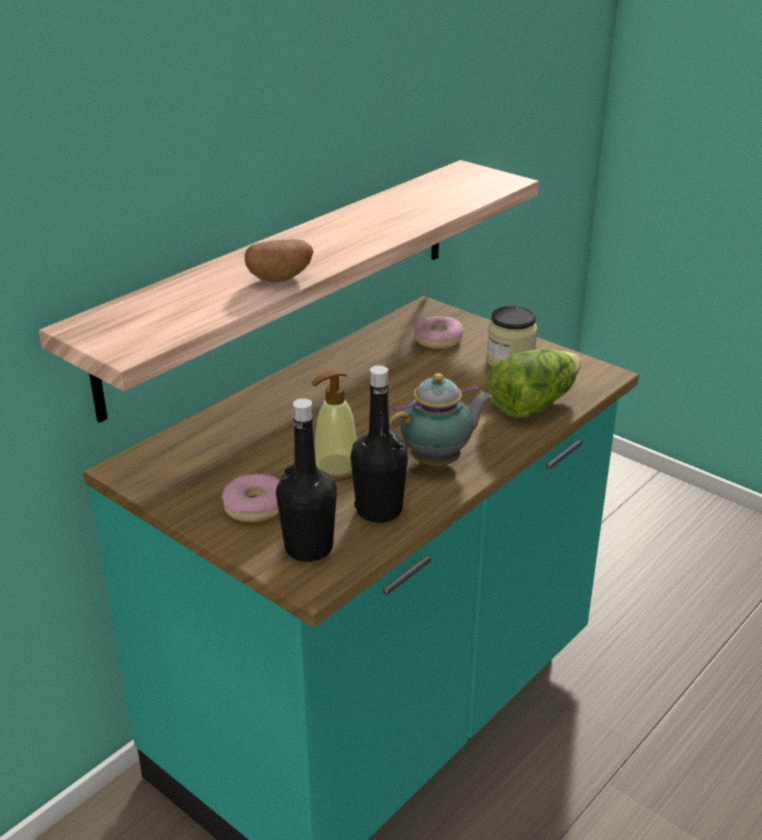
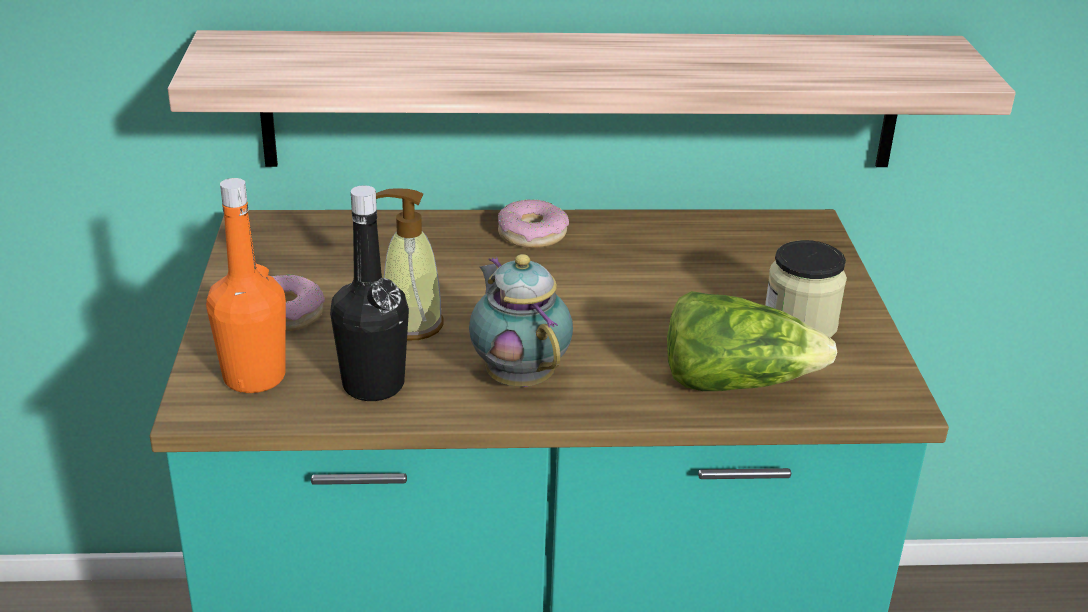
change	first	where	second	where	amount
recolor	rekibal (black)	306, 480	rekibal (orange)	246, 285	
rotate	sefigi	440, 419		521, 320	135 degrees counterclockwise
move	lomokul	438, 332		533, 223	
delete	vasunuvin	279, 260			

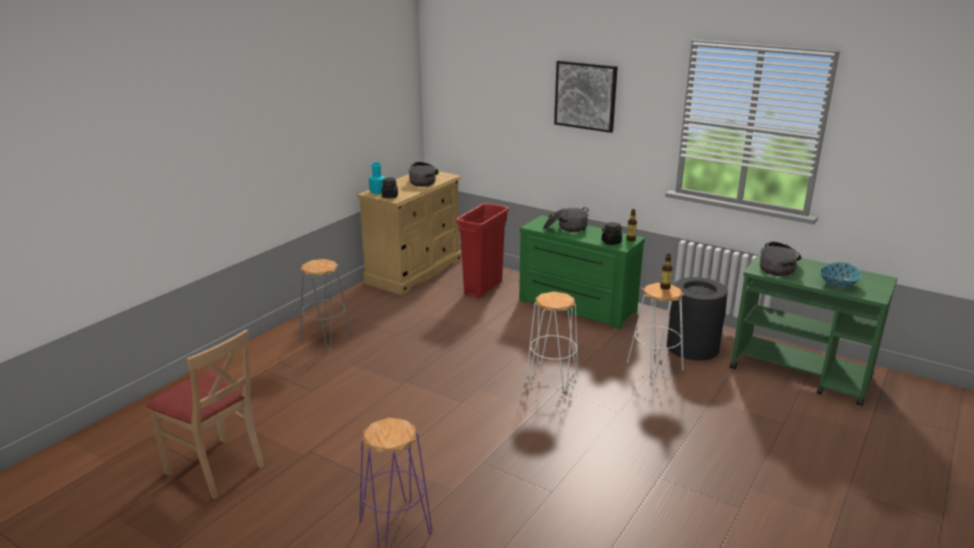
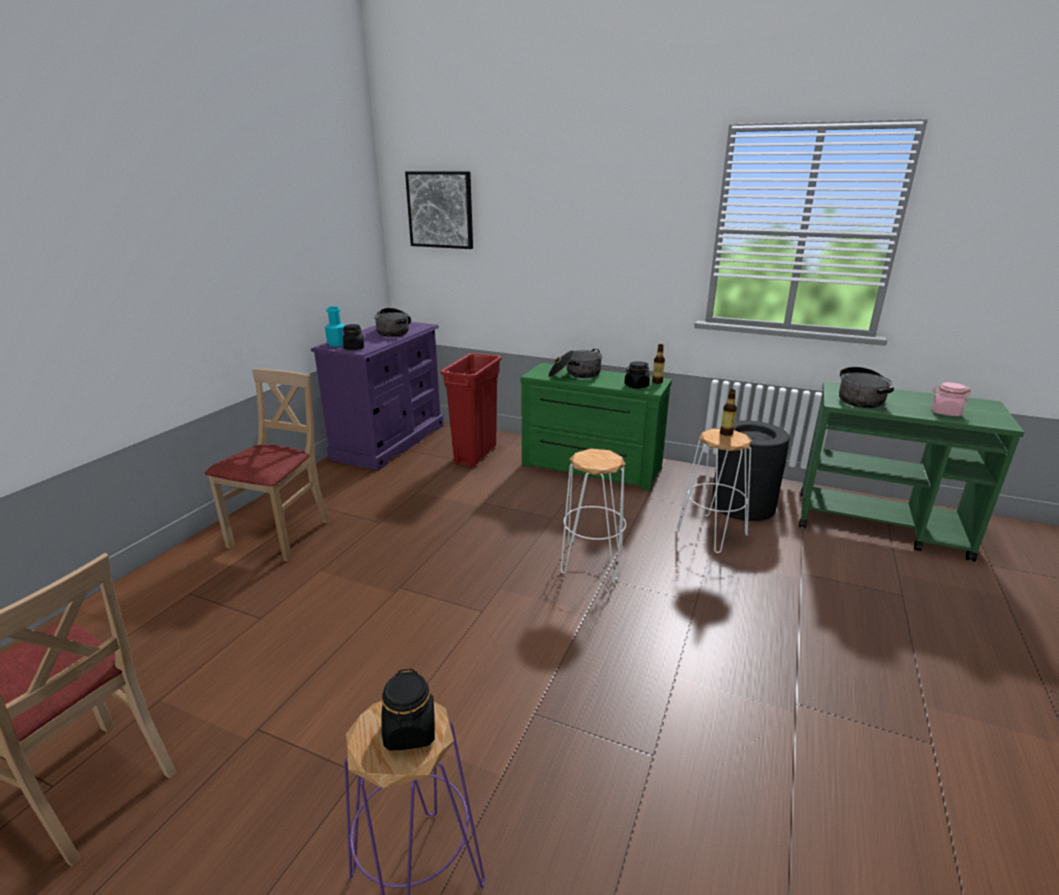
change	first	where	second	where	amount
replace	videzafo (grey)	326, 304	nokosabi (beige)	267, 465	
recolor	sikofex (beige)	409, 233	sikofex (purple)	377, 396	
insert			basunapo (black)	408, 710	
move	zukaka	586, 96		439, 210	
replace	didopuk	840, 275	basunapo (pink)	951, 399	

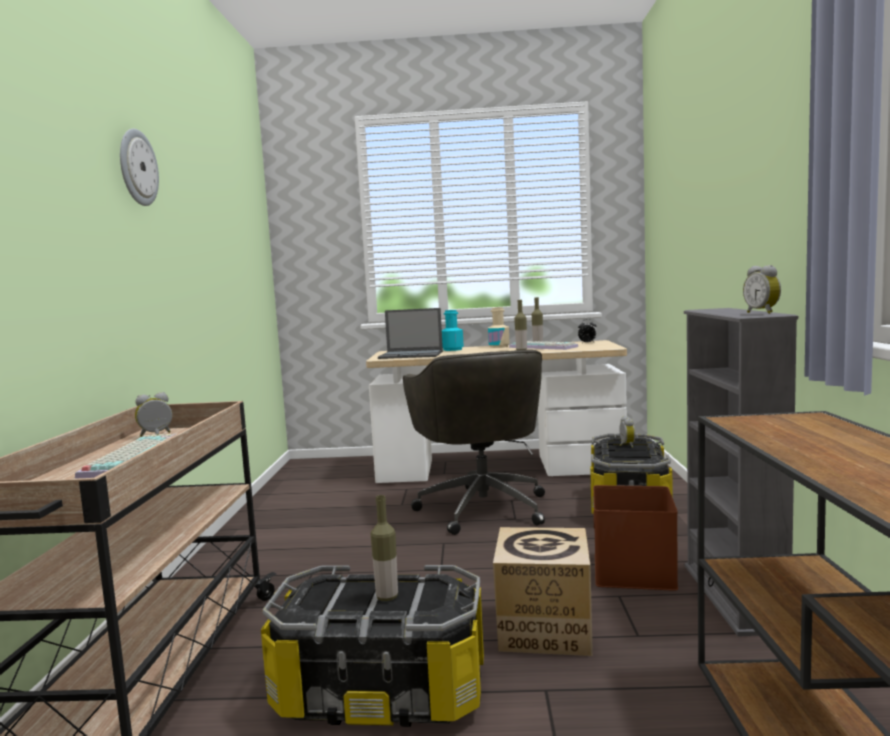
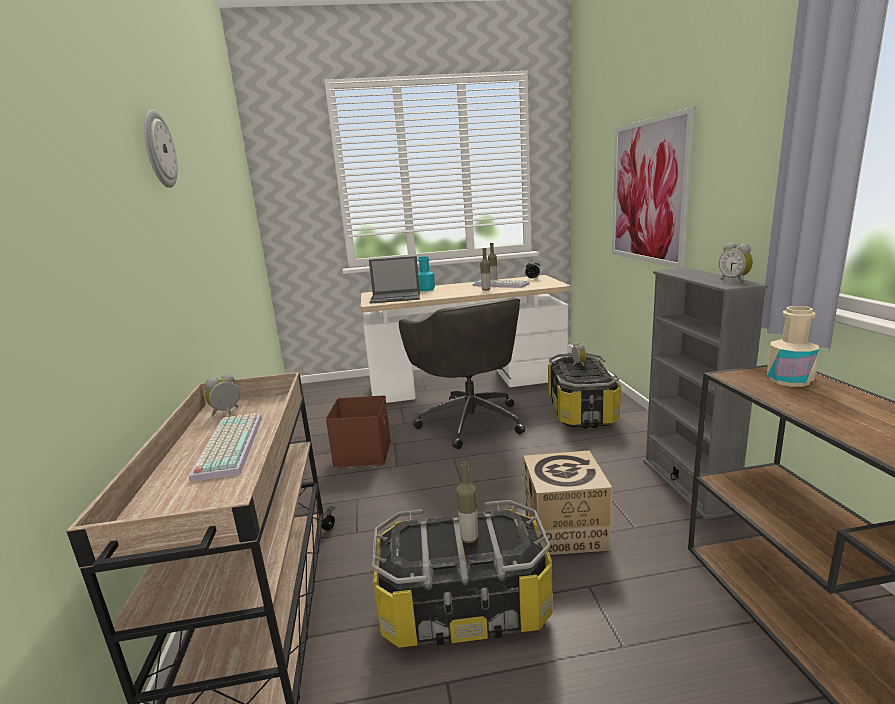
change	first	where	second	where	amount
move	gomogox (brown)	635, 538		358, 431	
insert			zukaka	653, 187	
move	rekibal (beige)	499, 327		793, 346	

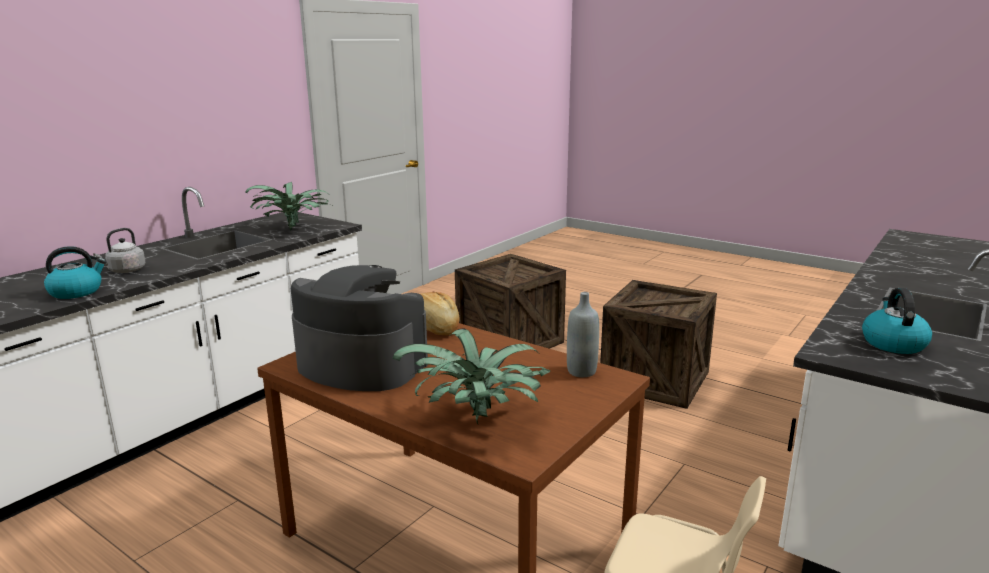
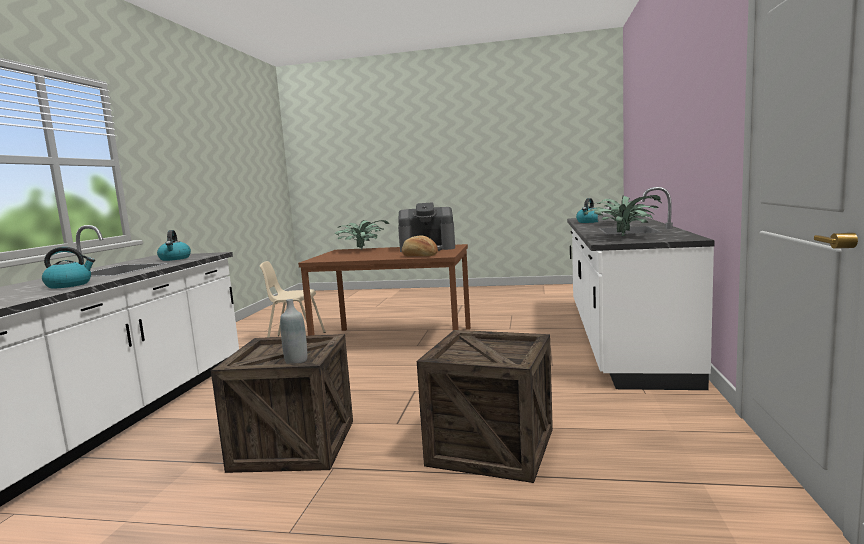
change	first	where	second	where	amount
insert			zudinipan	68, 268	
move	rekibal (grey)	583, 334		293, 331	

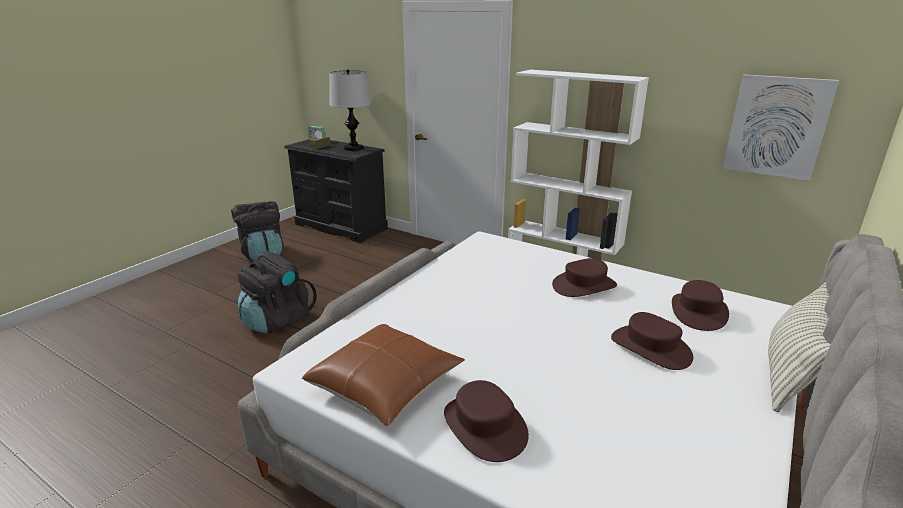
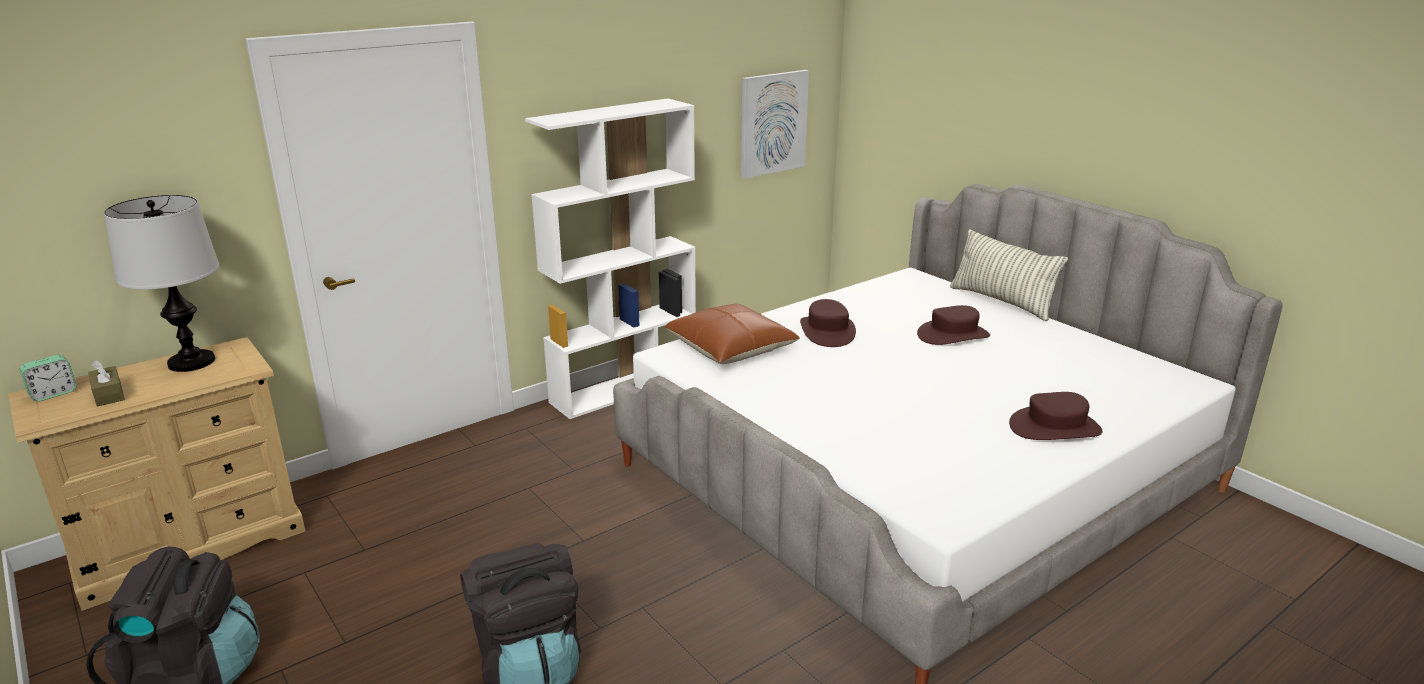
change	first	where	second	where	amount
recolor	sikofex (black)	336, 191	sikofex (beige)	156, 474	
move	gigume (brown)	383, 375		732, 334	
delete	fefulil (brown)	700, 305			

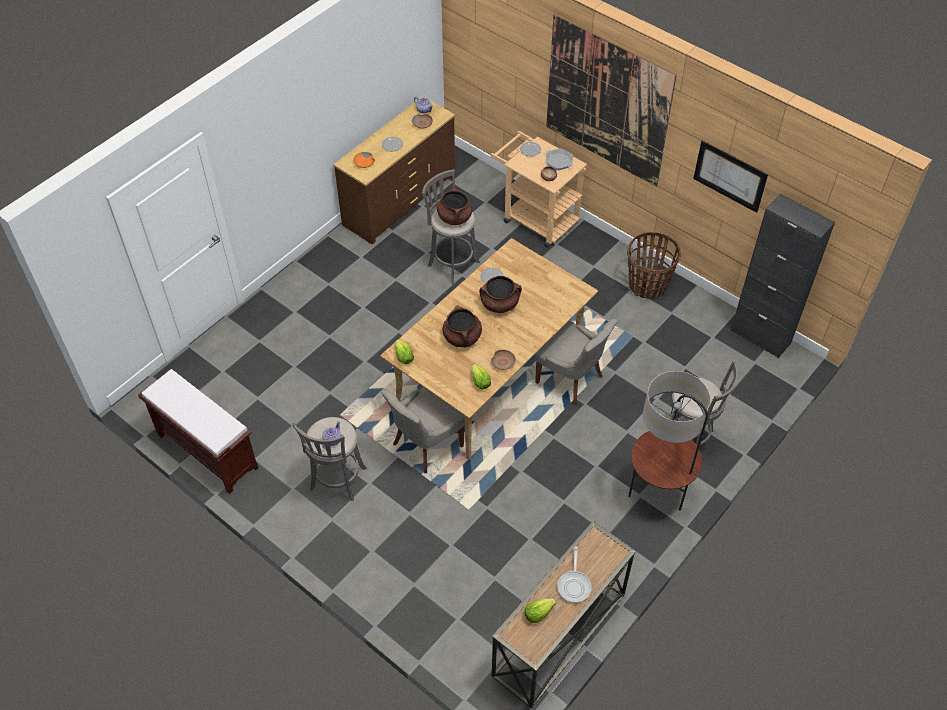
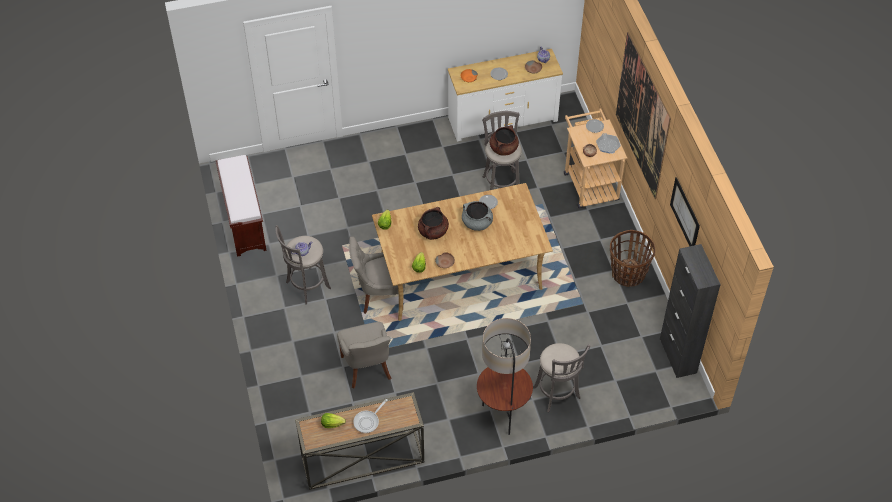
change	first	where	second	where	amount
move	nokosabi (grey)	576, 361		364, 355	
recolor	sikofex (brown)	394, 170	sikofex (white)	505, 95	
recolor	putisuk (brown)	500, 294	putisuk (grey)	477, 216	

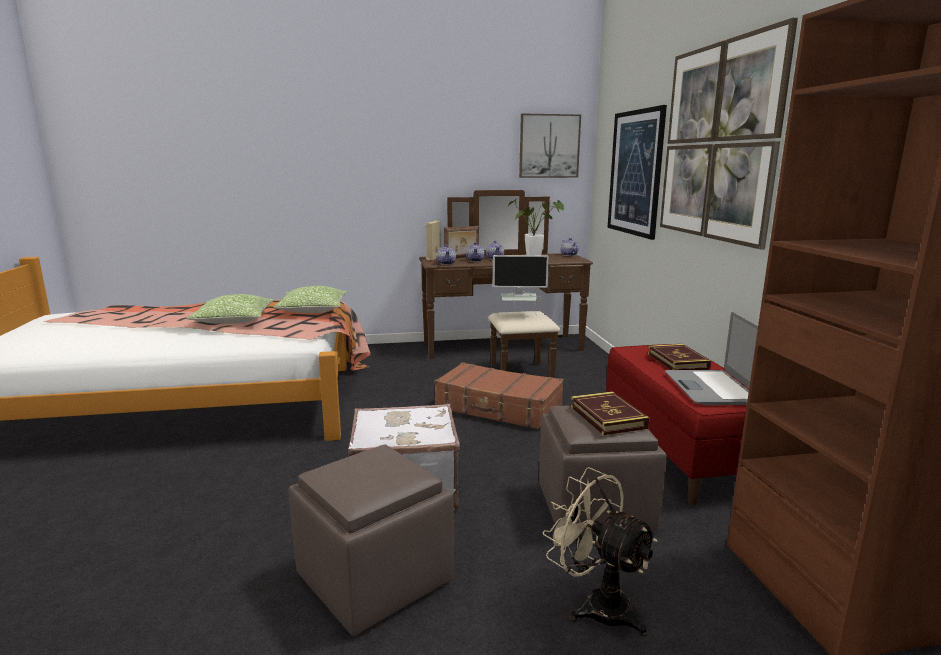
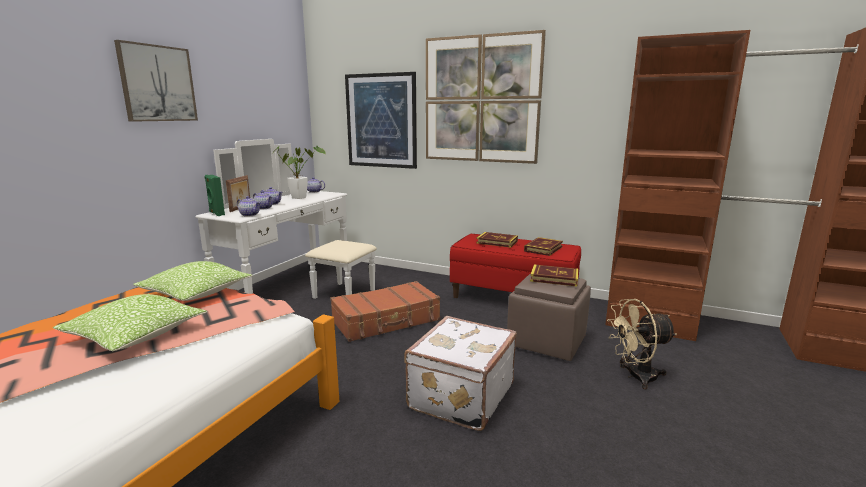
change	first	where	second	where	amount
move	zukaka	550, 145		156, 81	
recolor	sikofex (brown)	506, 284	sikofex (white)	286, 219	
recolor	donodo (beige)	433, 240	donodo (green)	214, 195	
replace	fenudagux	711, 358	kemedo	543, 246	
delete	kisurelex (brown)	371, 540			
delete	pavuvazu	521, 285			

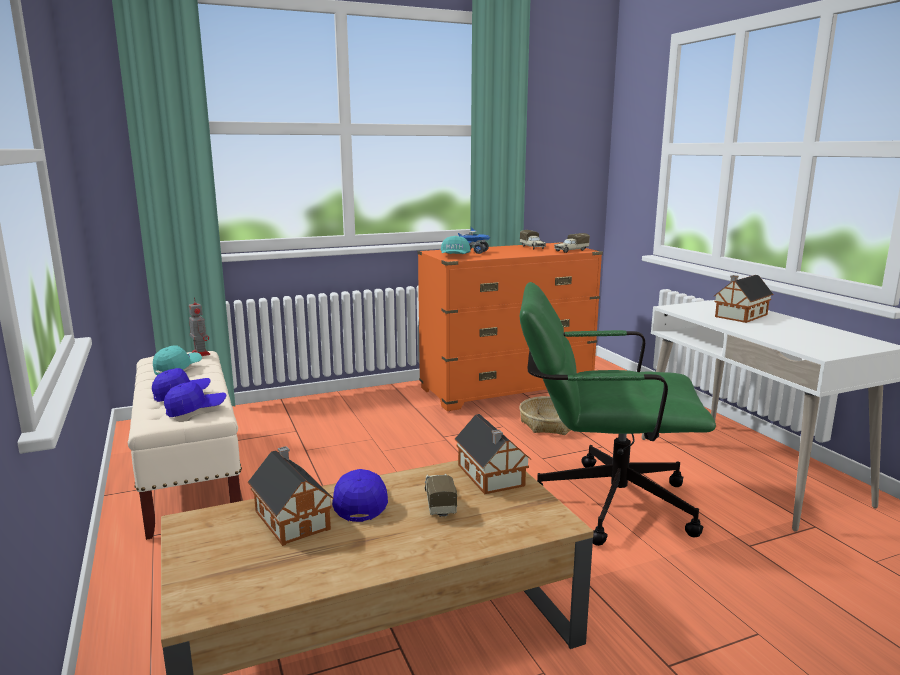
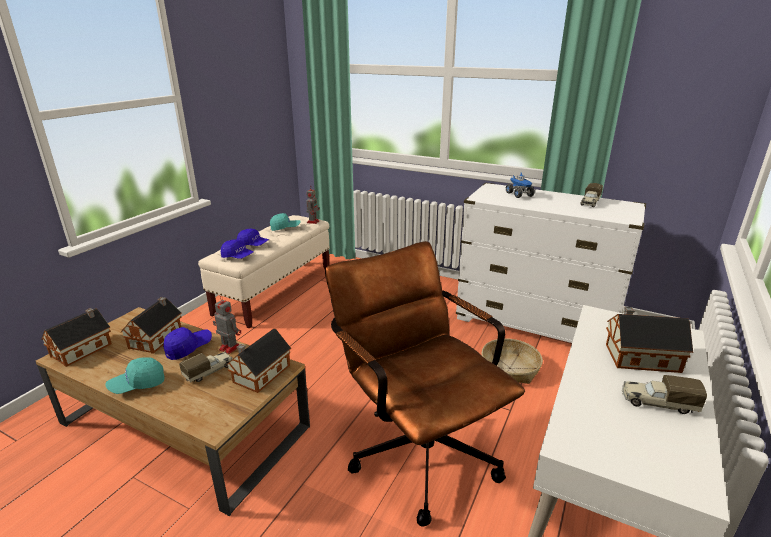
change	first	where	second	where	amount
insert			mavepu	76, 337	
move	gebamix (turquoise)	456, 245		135, 375	
insert			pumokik	227, 325	
recolor	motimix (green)	618, 414	motimix (brown)	425, 384	
recolor	sikofex (orange)	510, 326	sikofex (white)	551, 263	
move	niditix	572, 243		664, 394	

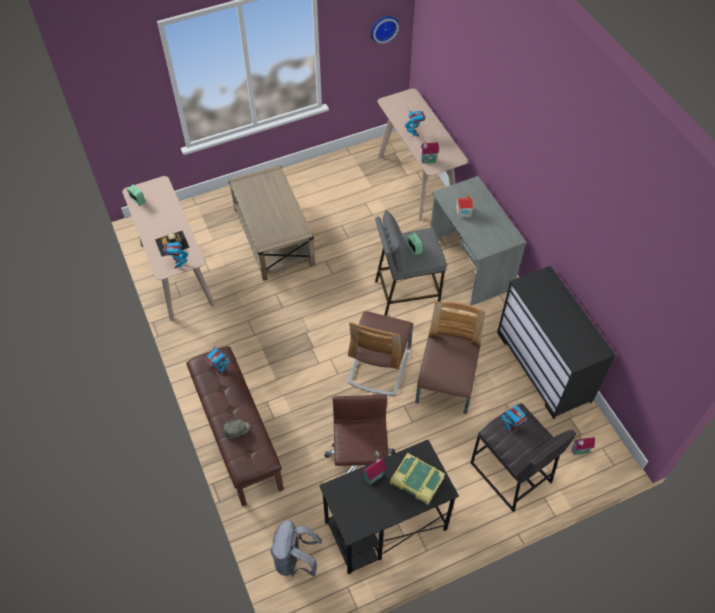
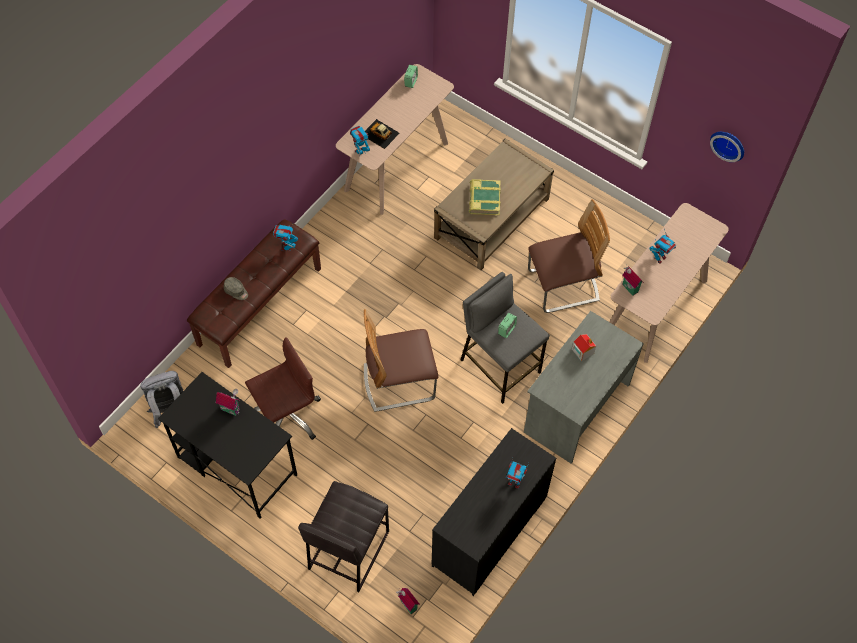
change	first	where	second	where	amount
move	kemedo	417, 479		485, 197	
move	pumokik	513, 417		517, 473	
move	nokosabi	450, 358		569, 256	

